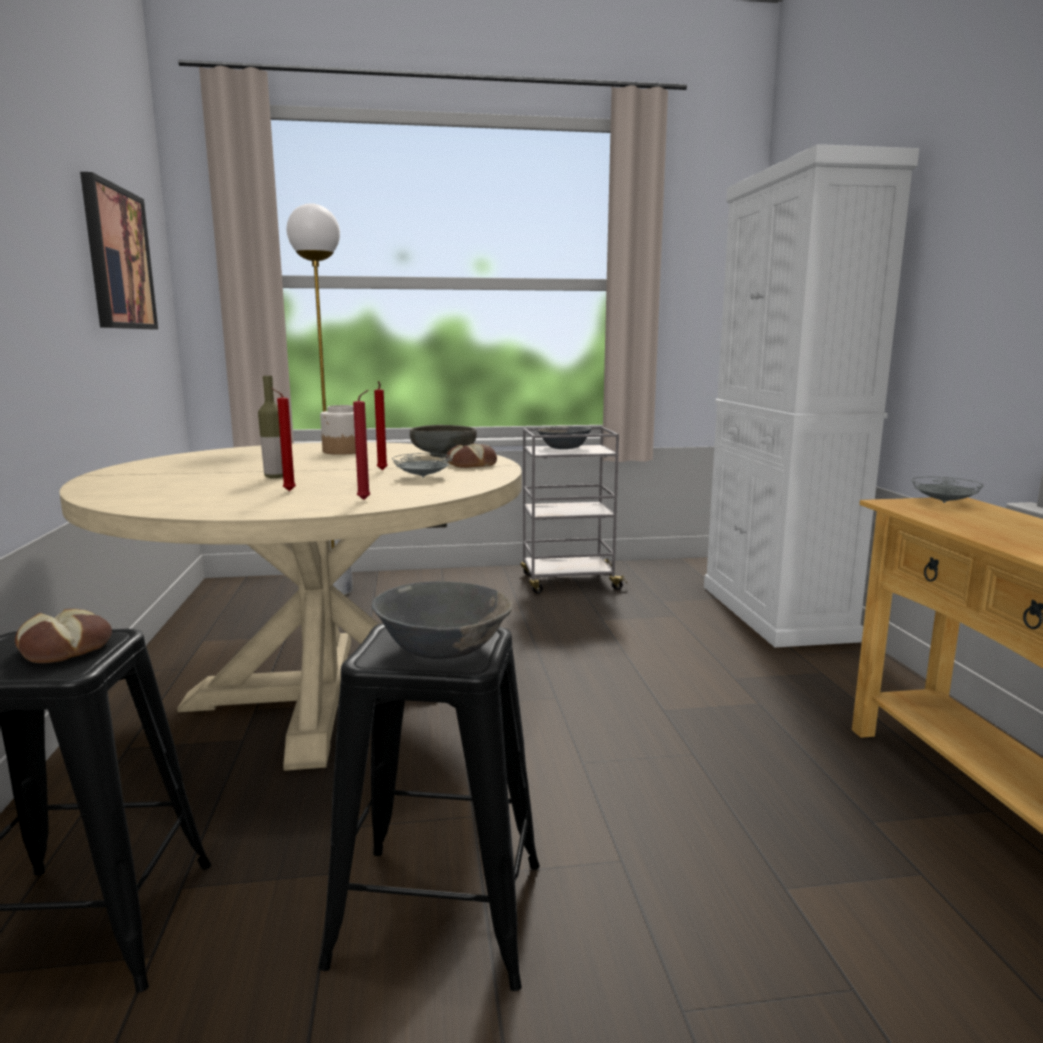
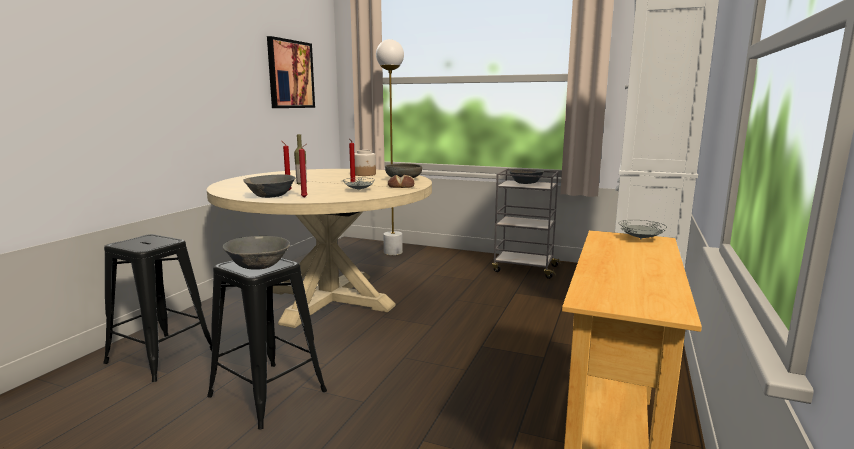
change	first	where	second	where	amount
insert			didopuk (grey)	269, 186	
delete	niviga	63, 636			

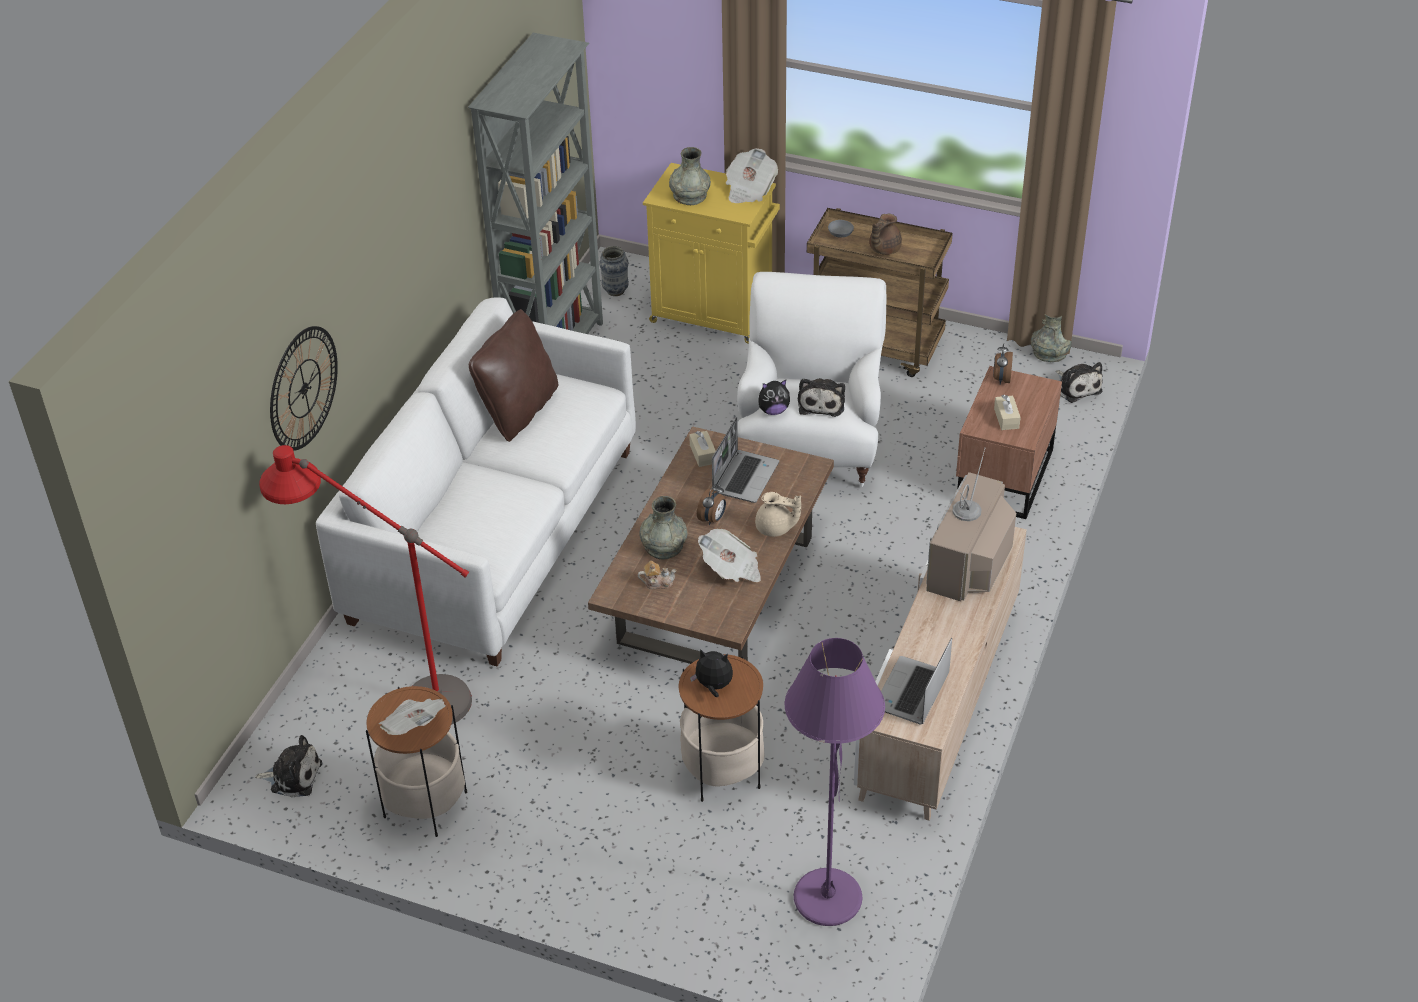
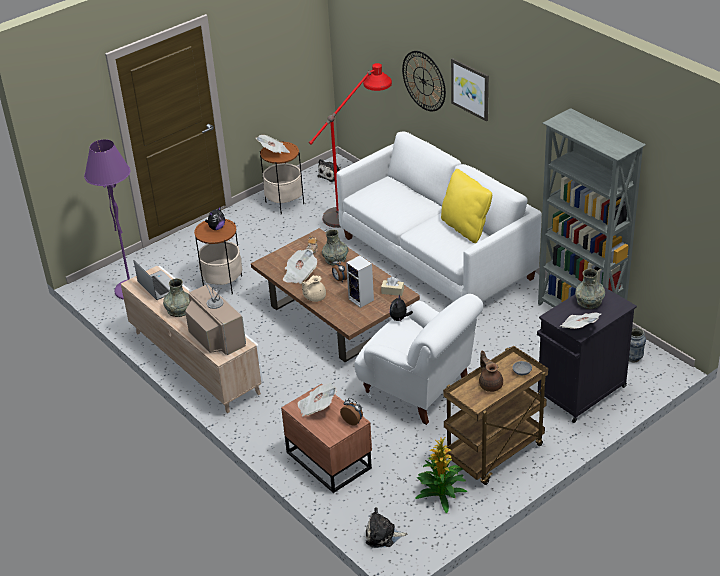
change	first	where	second	where	amount
move	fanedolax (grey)	1051, 338		176, 297	
replace	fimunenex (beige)	1007, 412	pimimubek	317, 399	
replace	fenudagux	745, 460	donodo	360, 281	
insert			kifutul	441, 475	
recolor	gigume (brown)	513, 375	gigume (yellow)	466, 206	
insert			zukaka	470, 90	
recolor	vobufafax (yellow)	711, 253	vobufafax (black)	587, 354	
delete	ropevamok	821, 397			

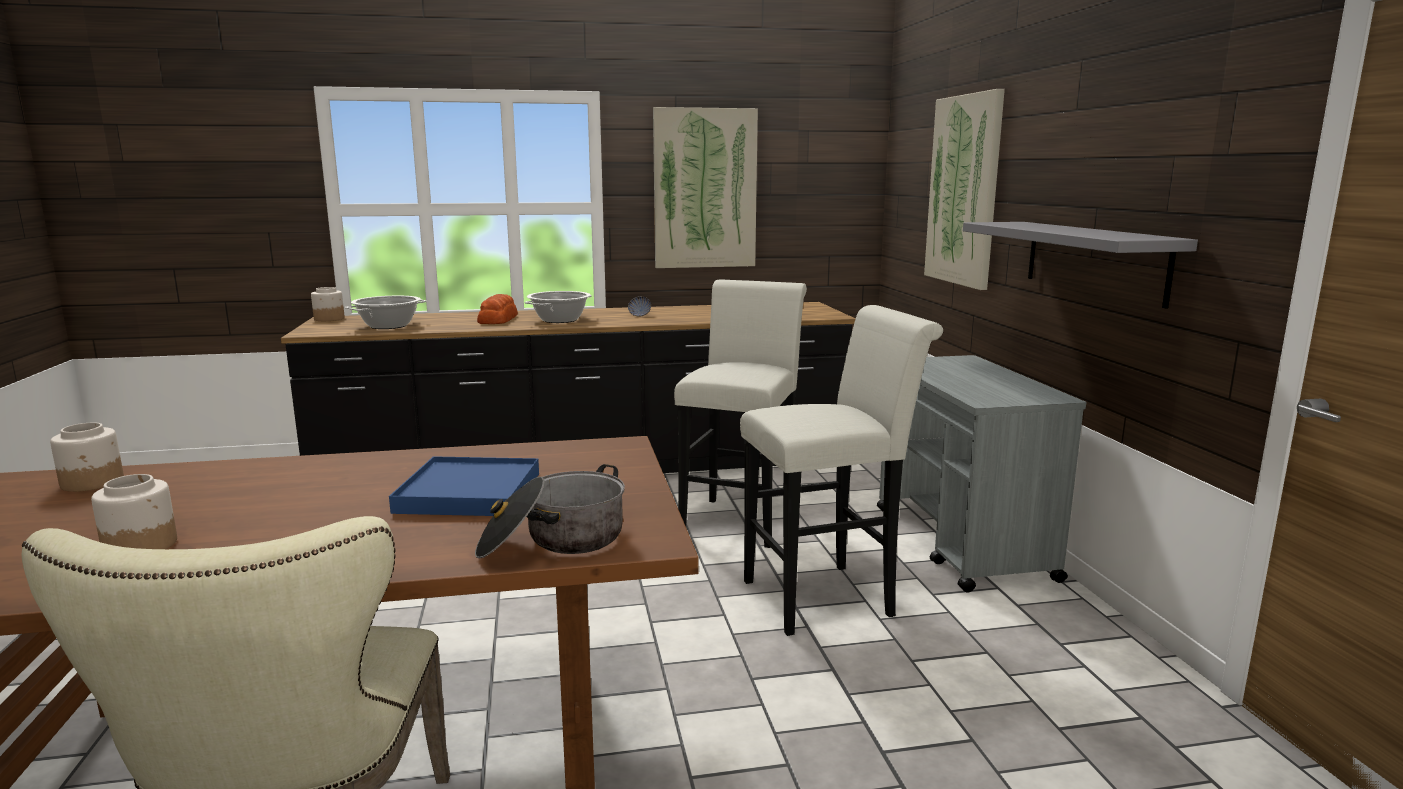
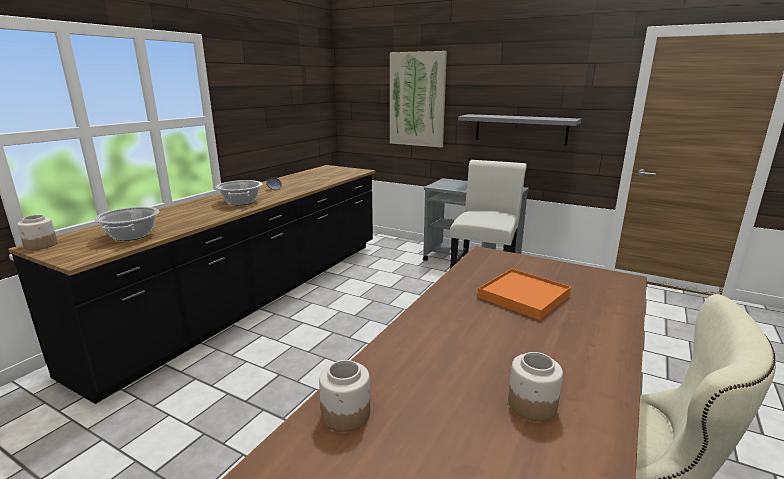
change	first	where	second	where	amount
recolor	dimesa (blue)	464, 486	dimesa (orange)	524, 294	
delete	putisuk	550, 511			
delete	niviga	497, 309			
delete	zukaka	705, 187			
delete	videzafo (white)	740, 413			

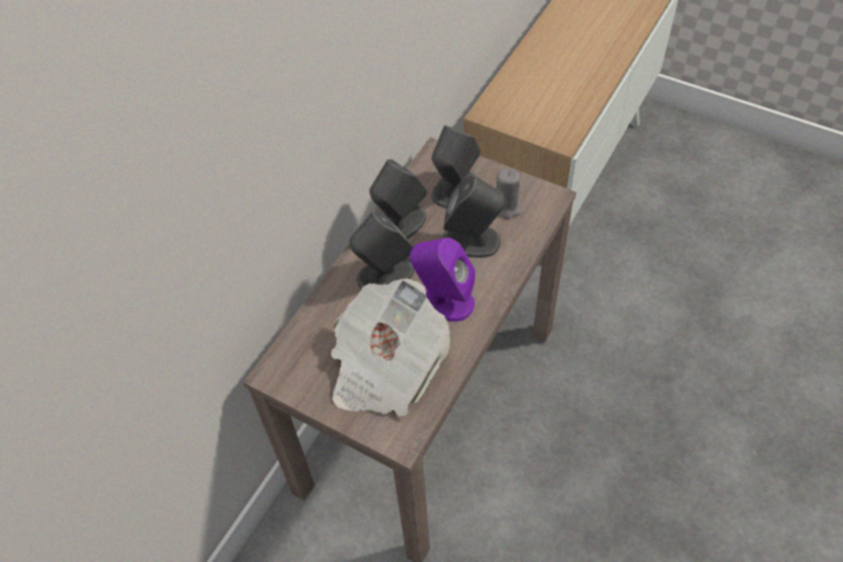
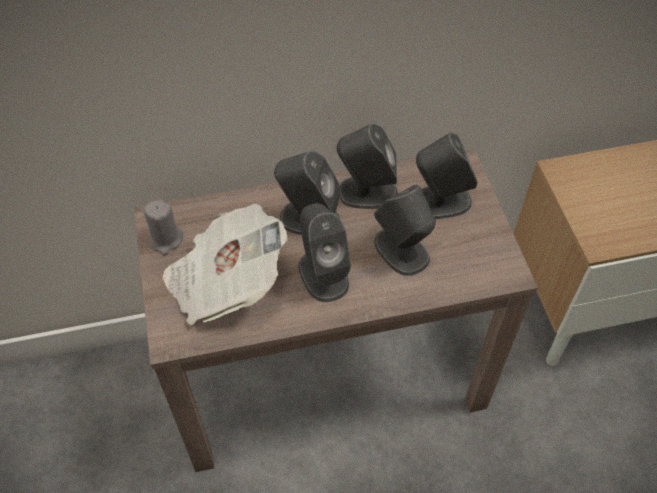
change	first	where	second	where	amount
move	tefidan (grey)	509, 193		163, 227	
recolor	donodo (purple)	442, 280	donodo (grey)	324, 252	

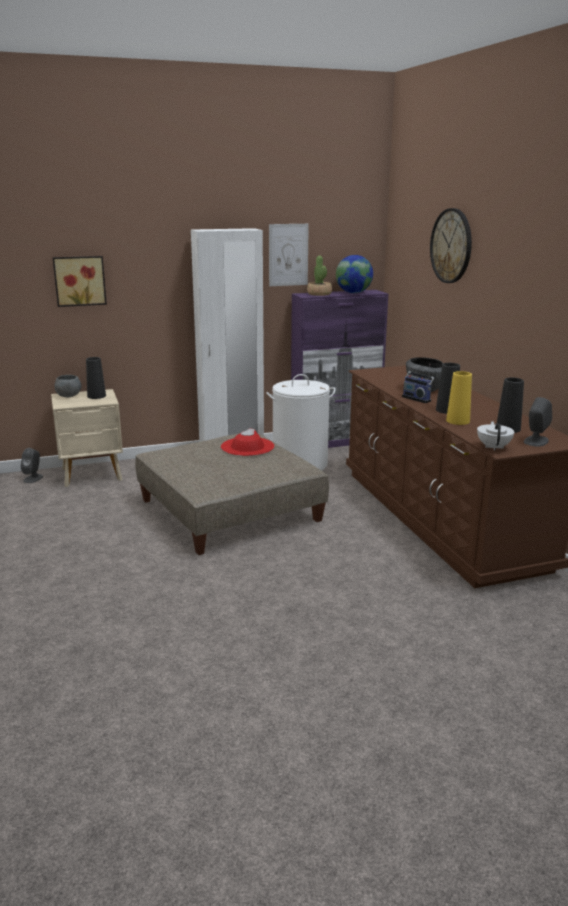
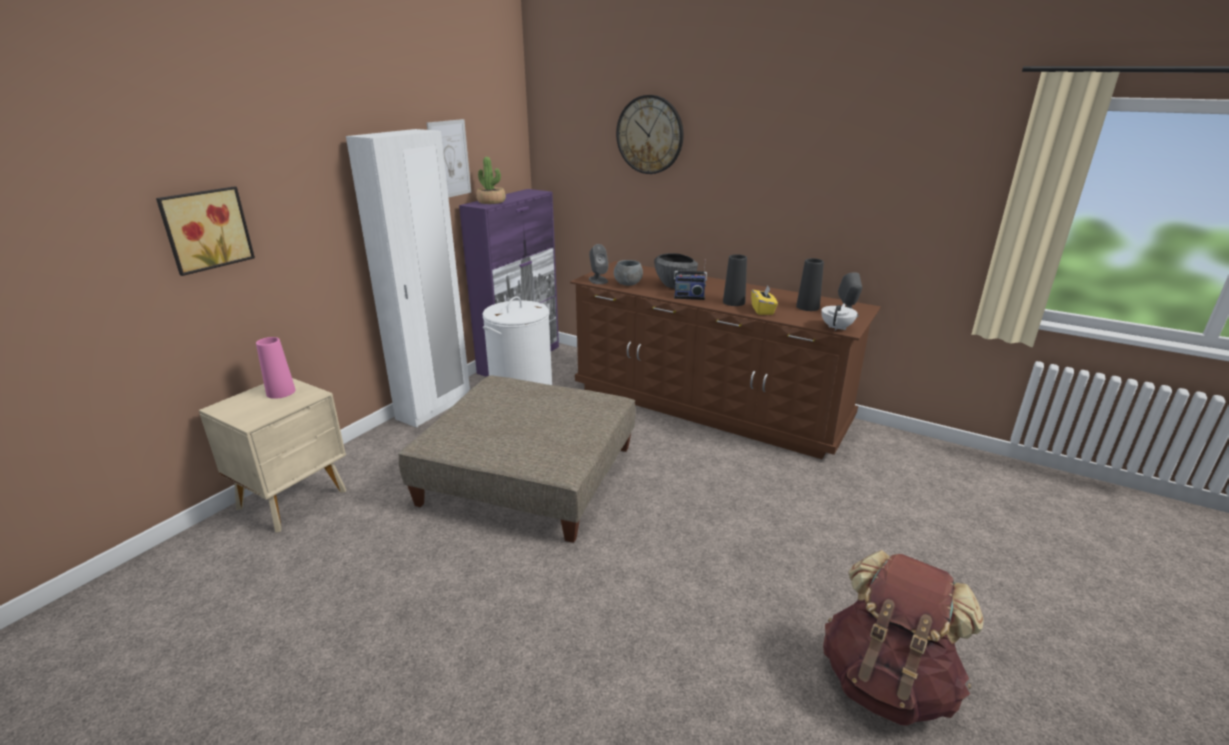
change	first	where	second	where	amount
recolor	fanedolax (black)	96, 378	fanedolax (pink)	276, 368	
move	donodo (grey)	32, 465		599, 264	
move	didopuk (grey)	68, 386		628, 273	
replace	fanedolax (yellow)	459, 398	fimunenex (yellow)	764, 300	
rotate	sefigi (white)	495, 436		839, 317	60 degrees clockwise
insert			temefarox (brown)	903, 638	
delete	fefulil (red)	247, 442			
delete	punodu	354, 274			

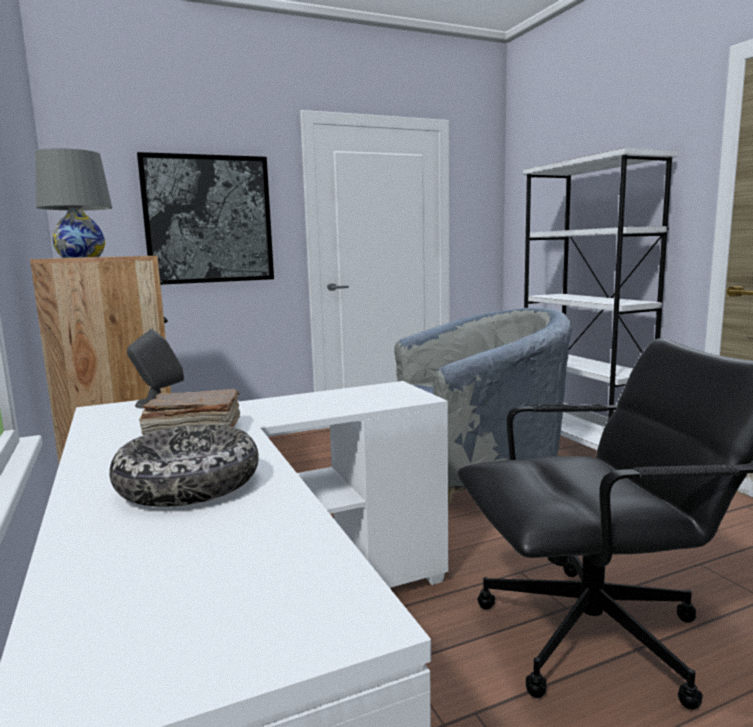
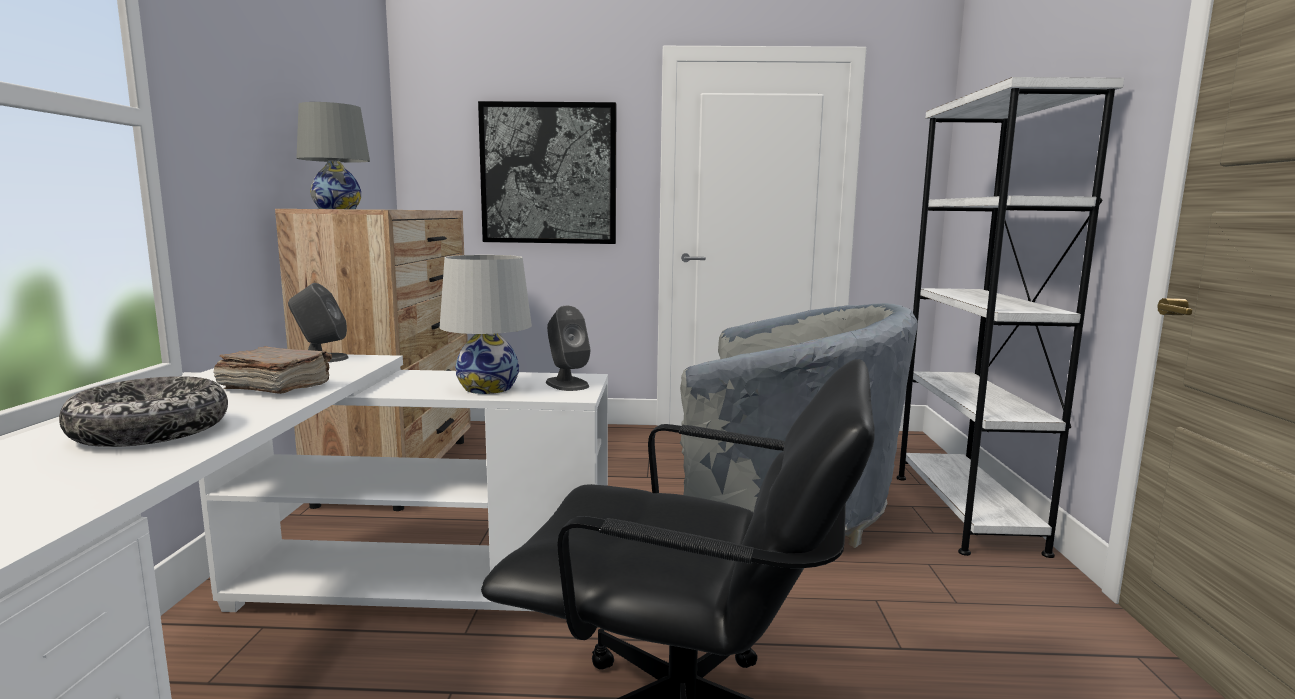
change	first	where	second	where	amount
insert			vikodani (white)	486, 324	
insert			donodo (grey)	568, 348	

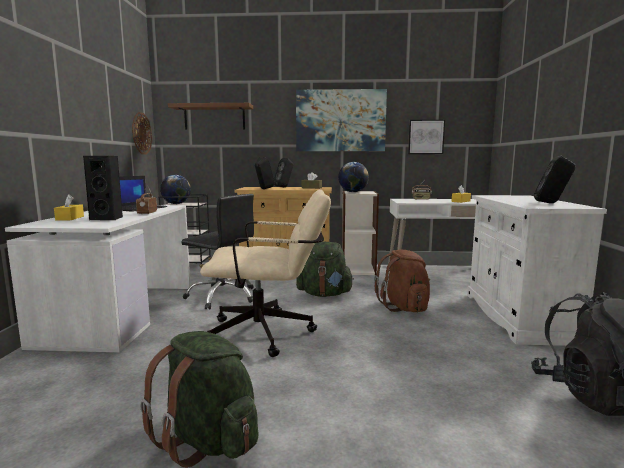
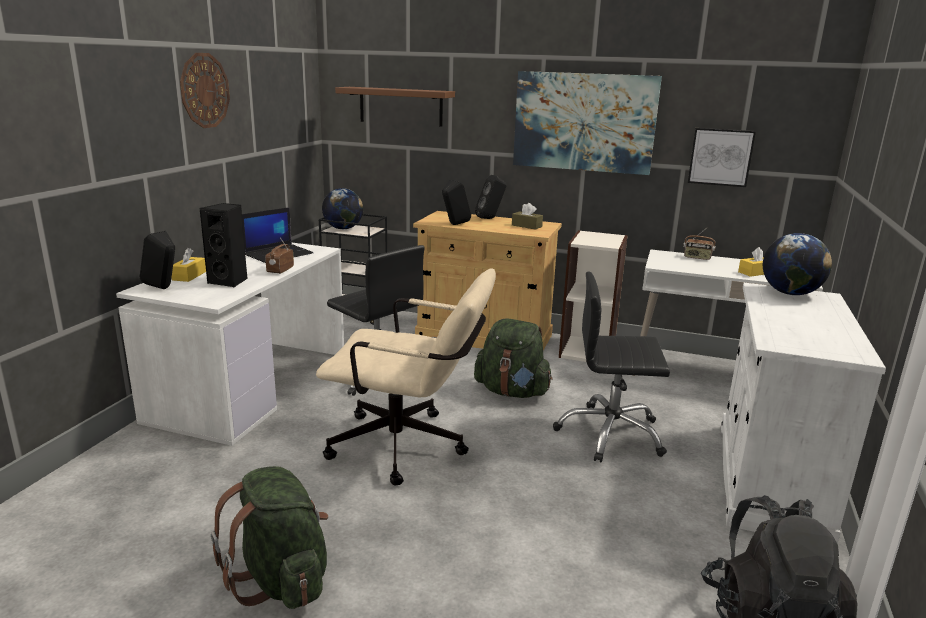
change	first	where	second	where	amount
move	donodo (black)	554, 179		157, 260	
move	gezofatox	142, 133		205, 90	
replace	temefarox (brown)	402, 281	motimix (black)	611, 367	
move	punodu	353, 177		797, 264	

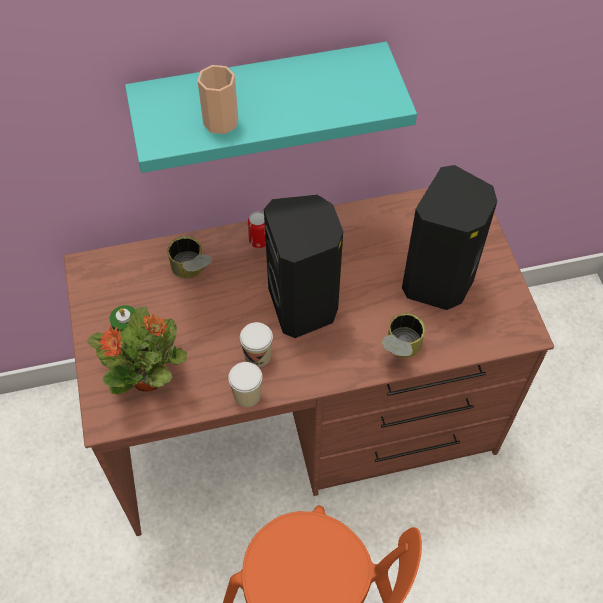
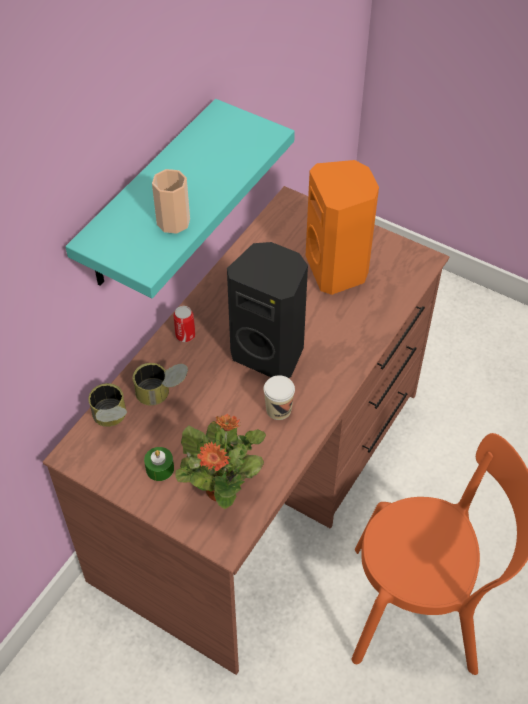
change	first	where	second	where	amount
move	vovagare	403, 335		107, 405	
recolor	donodo (black)	449, 237	donodo (orange)	342, 227	
delete	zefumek	245, 384			

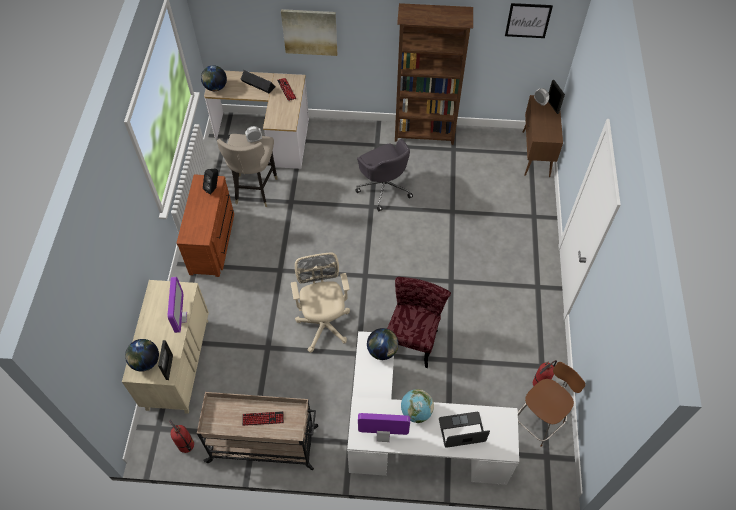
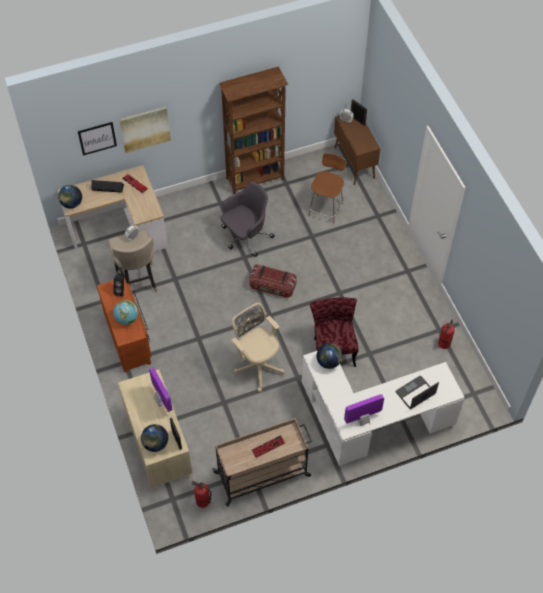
change	first	where	second	where	amount
move	zukaka	529, 20		97, 138	
move	punodu	417, 406		125, 312	
rotate	motimix (grey)	384, 175		248, 219	75 degrees counterclockwise
insert			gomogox	273, 281	
move	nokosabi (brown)	551, 404		327, 188	

